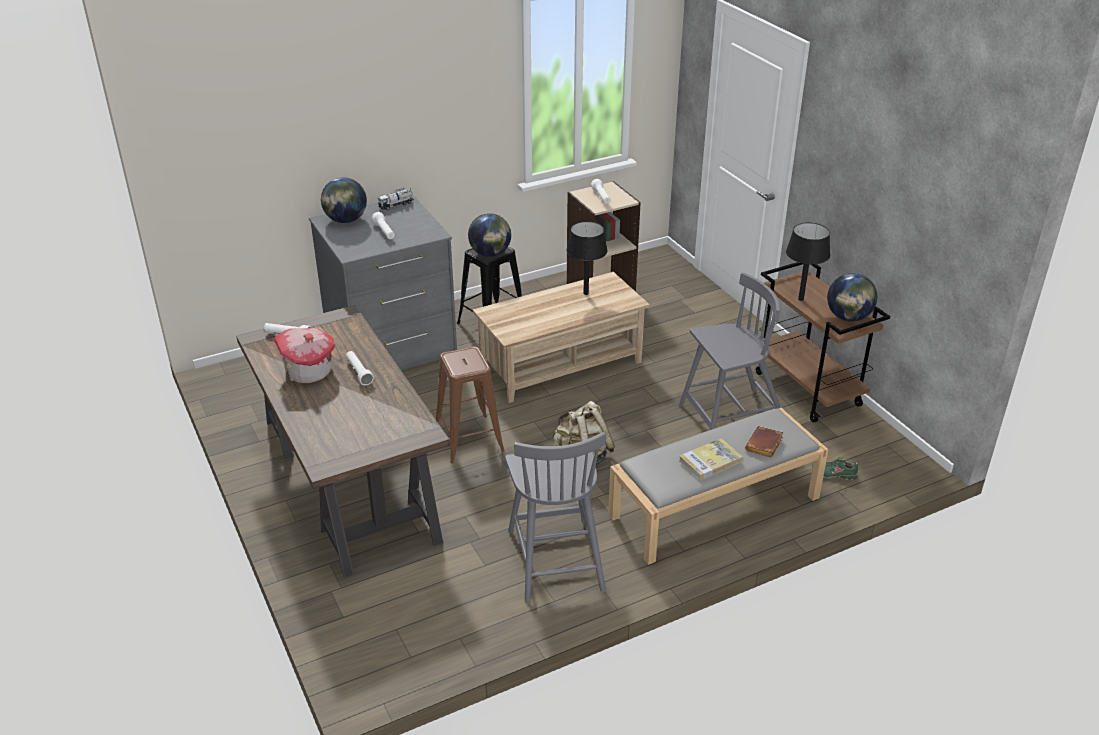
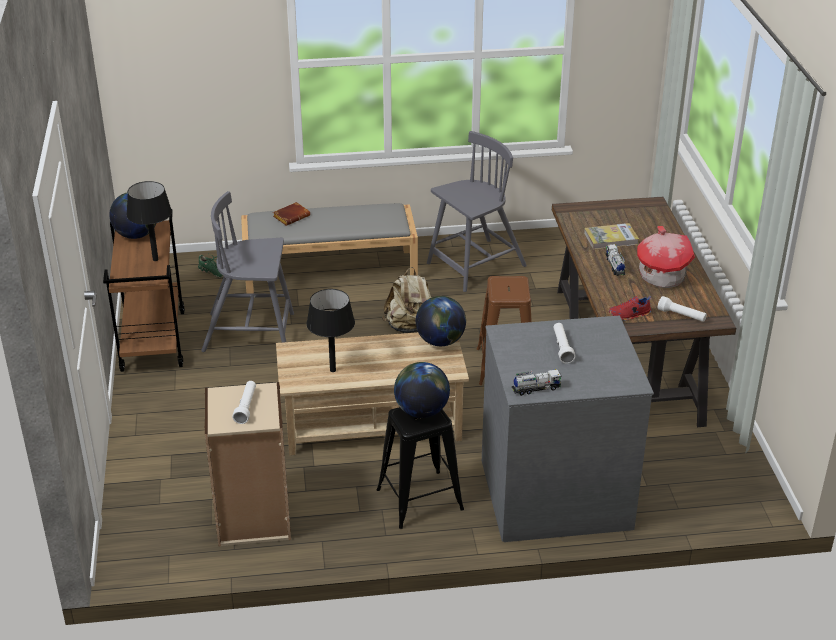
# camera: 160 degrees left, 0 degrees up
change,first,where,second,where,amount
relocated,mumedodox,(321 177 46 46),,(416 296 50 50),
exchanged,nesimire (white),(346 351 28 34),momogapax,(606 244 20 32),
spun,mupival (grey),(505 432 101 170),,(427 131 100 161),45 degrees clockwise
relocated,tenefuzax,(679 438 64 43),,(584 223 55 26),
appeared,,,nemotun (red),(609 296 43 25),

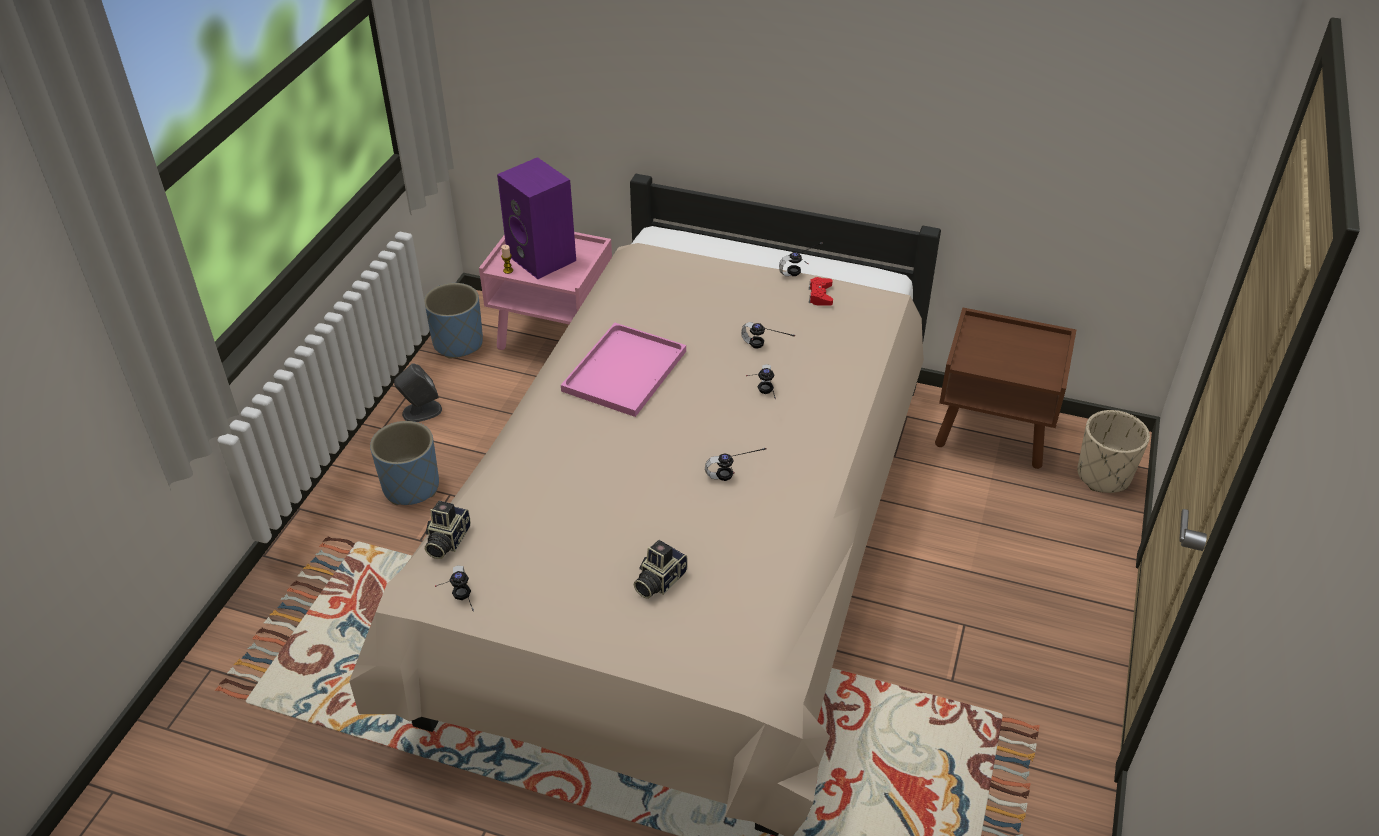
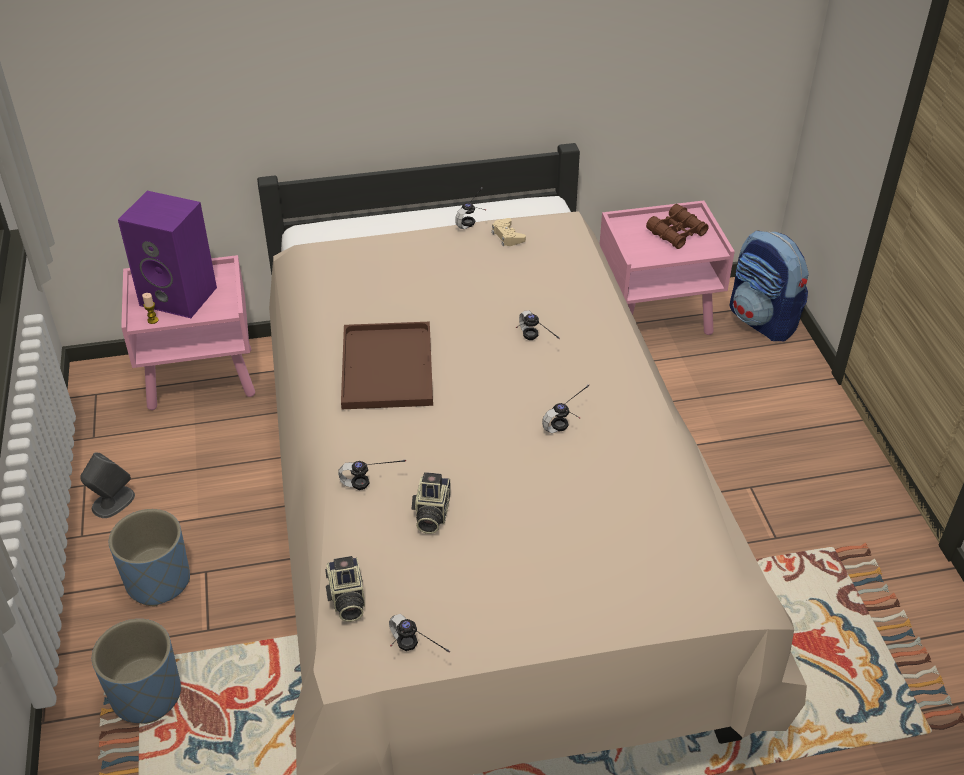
# camera: 30 degrees left, 0 degrees up
change,first,where,second,where,amount
relocated,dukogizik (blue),(424 283 59 76),,(92 619 89 105),
colour,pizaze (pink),(561 323 125 94),pizaze (brown),(341 322 92 87),
relocated,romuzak,(634 540 54 59),,(411 472 39 62),
relocated,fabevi,(741 322 54 27),,(338 460 68 30),
colour,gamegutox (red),(809 277 24 29),gamegutox (beige),(492 218 34 28),
colour,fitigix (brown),(935 308 141 161),fitigix (pink),(600 200 135 135),
exchanged,dukogizik (beige),(1077 410 73 83),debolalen,(730 230 79 111),
appeared,,,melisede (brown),(646 204 63 45),

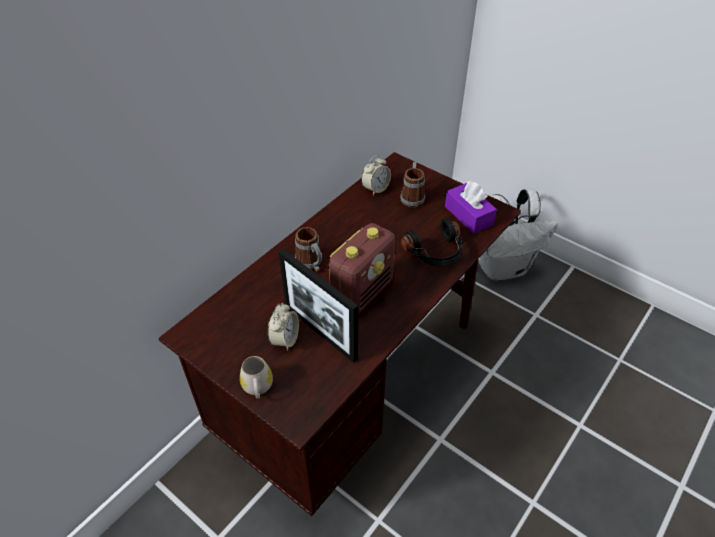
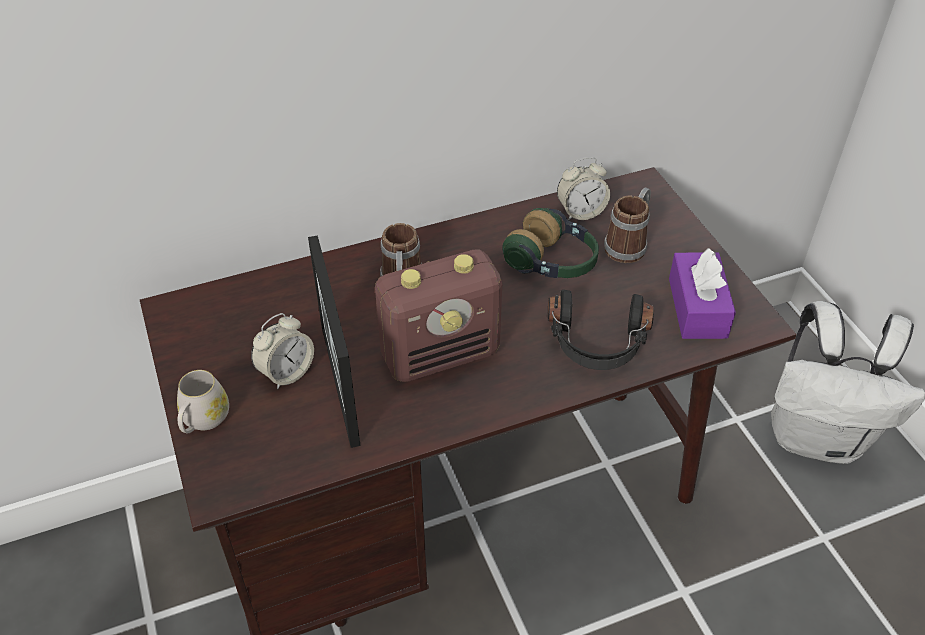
# camera: 30 degrees right, 0 degrees up
change,first,where,second,where,amount
appeared,,,fabevi,(502 208 97 70),

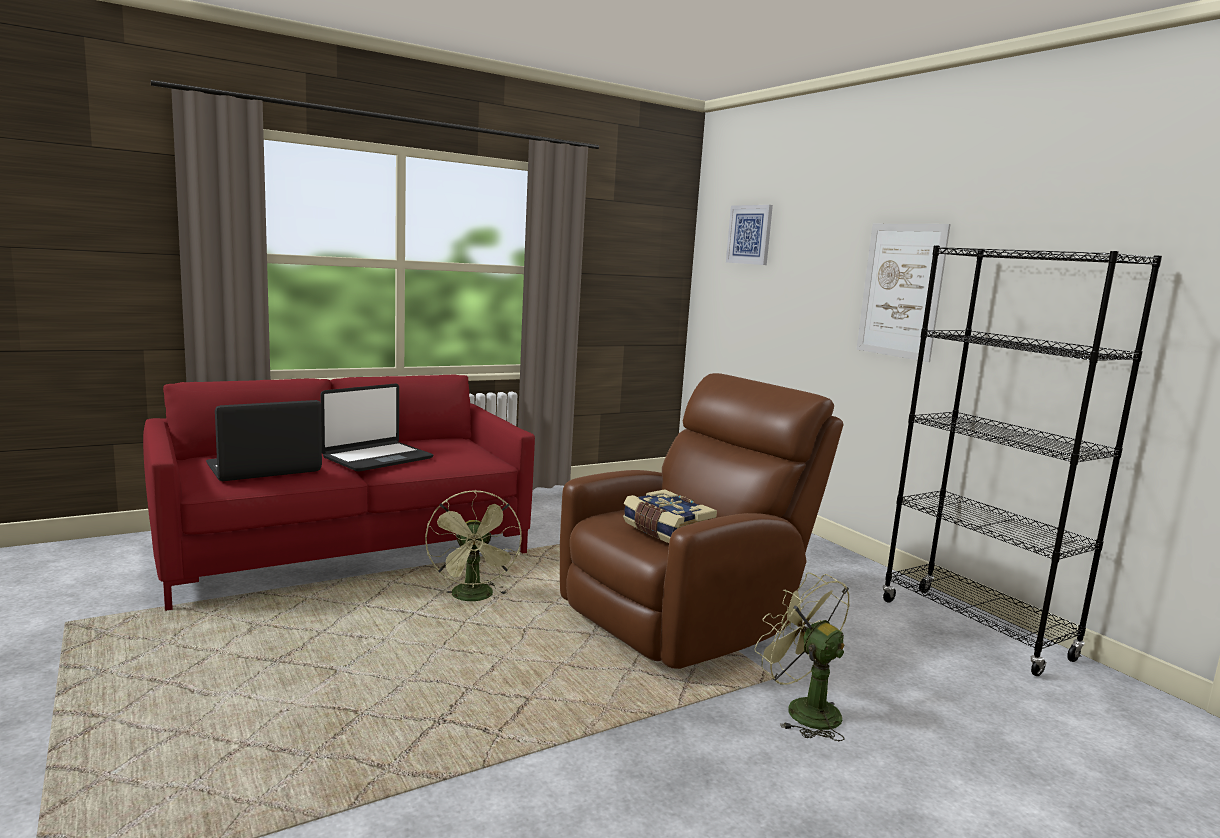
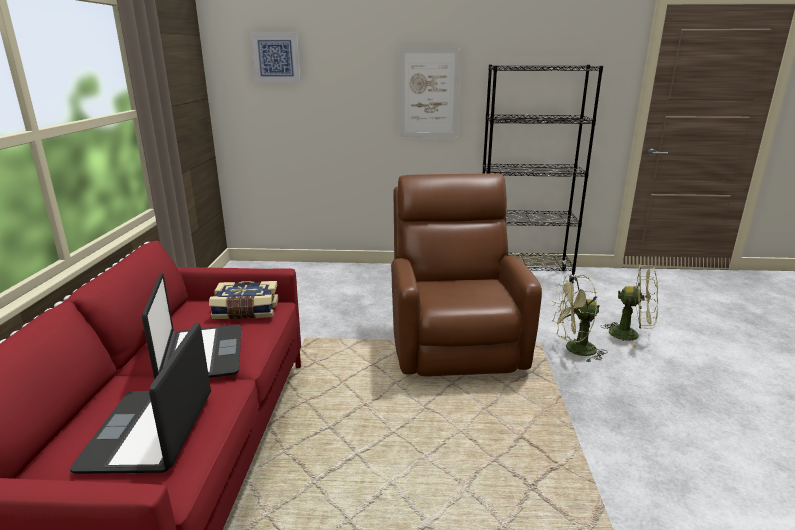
# camera: 55 degrees left, 10 degrees up
change,first,where,second,where,amount
relocated,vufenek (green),(425 490 97 111),,(600 264 58 83),
relocated,tenefuzax,(623 489 94 54),,(209 281 70 38),

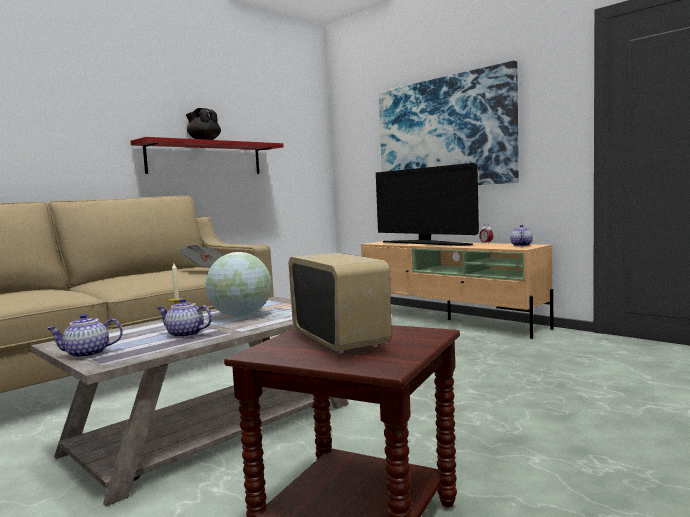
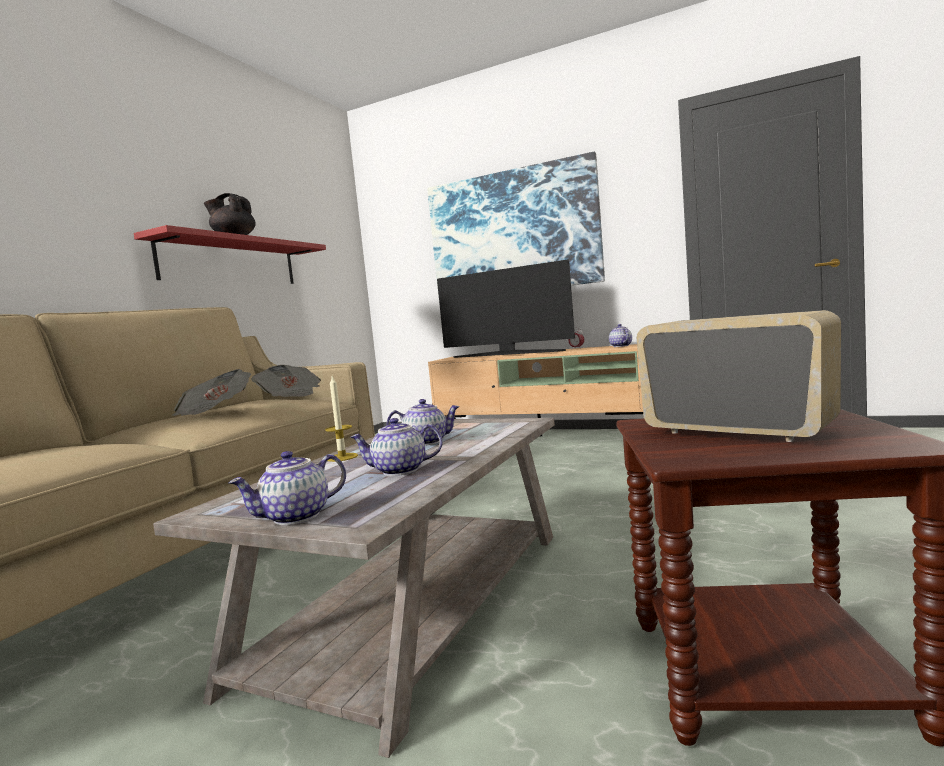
# camera: 20 degrees left, 0 degrees up
change,first,where,second,where,amount
exchanged,mumedodox,(206 252 66 65),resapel,(387 399 73 47),
appeared,,,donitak,(172 369 79 47),

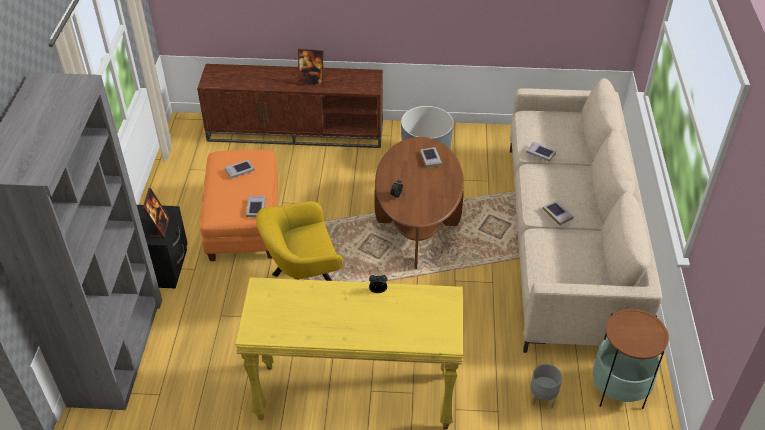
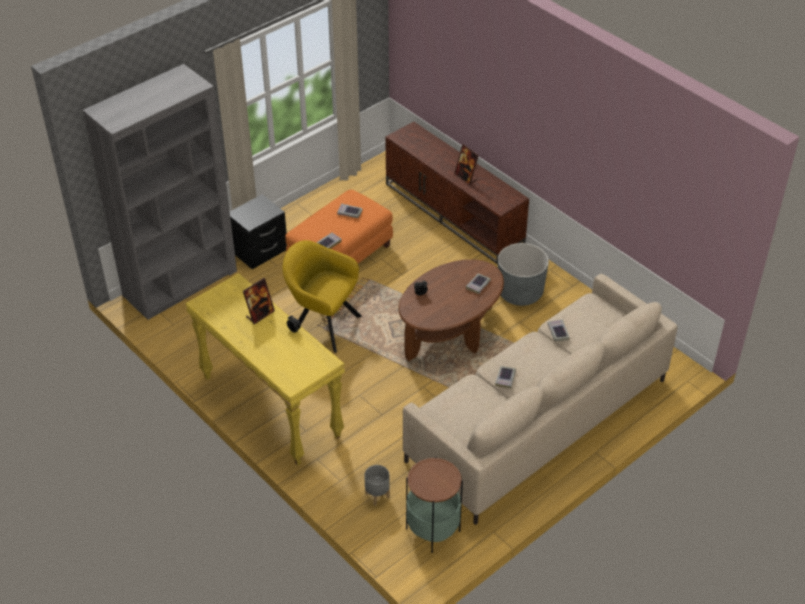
# camera: 45 degrees right, 0 degrees up
change,first,where,second,where,amount
relocated,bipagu,(143 188 27 51),,(243 278 32 46),

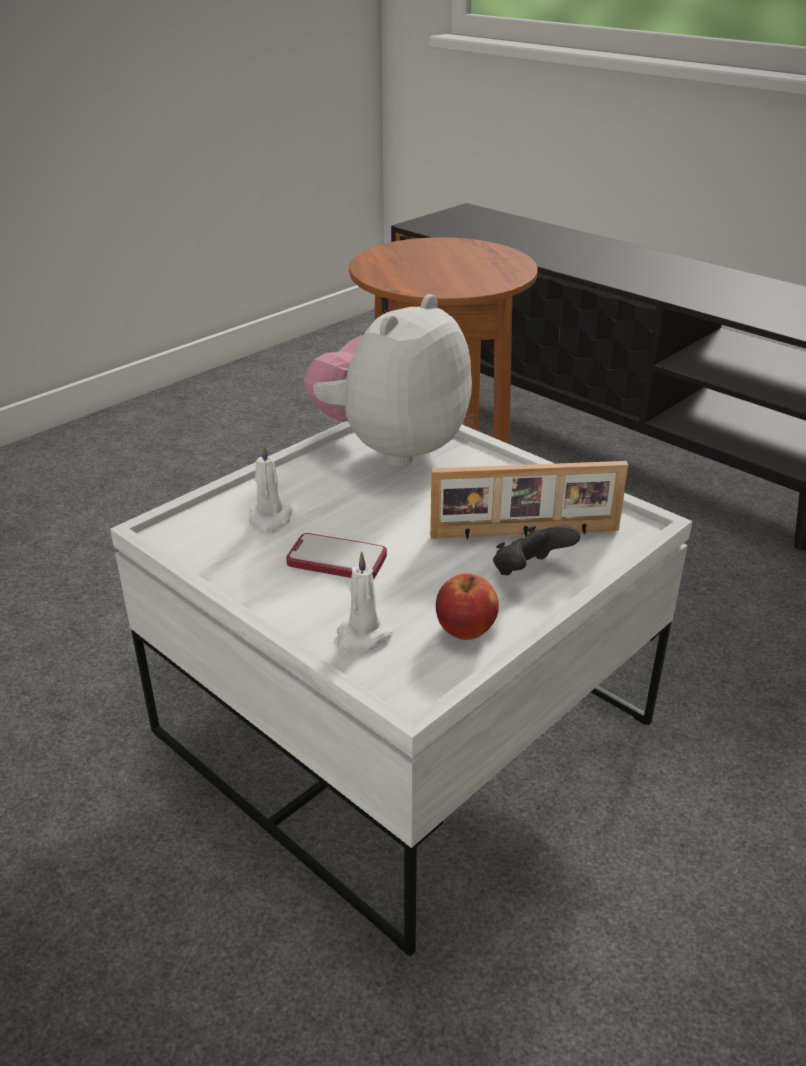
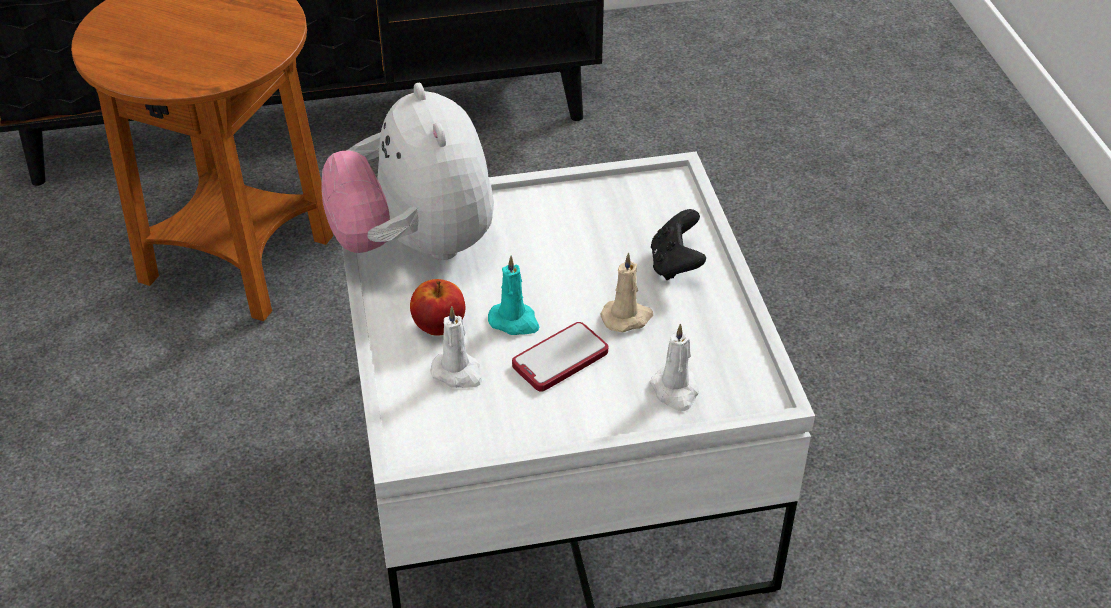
# camera: 55 degrees left, 10 degrees up
change,first,where,second,where,amount
missing,bipagu,(430 461 198 78),,,
relocated,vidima,(436 573 63 67),,(410 279 55 57),
appeared,,,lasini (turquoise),(488 256 51 79),
appeared,,,lasini (beige),(600 253 53 79),

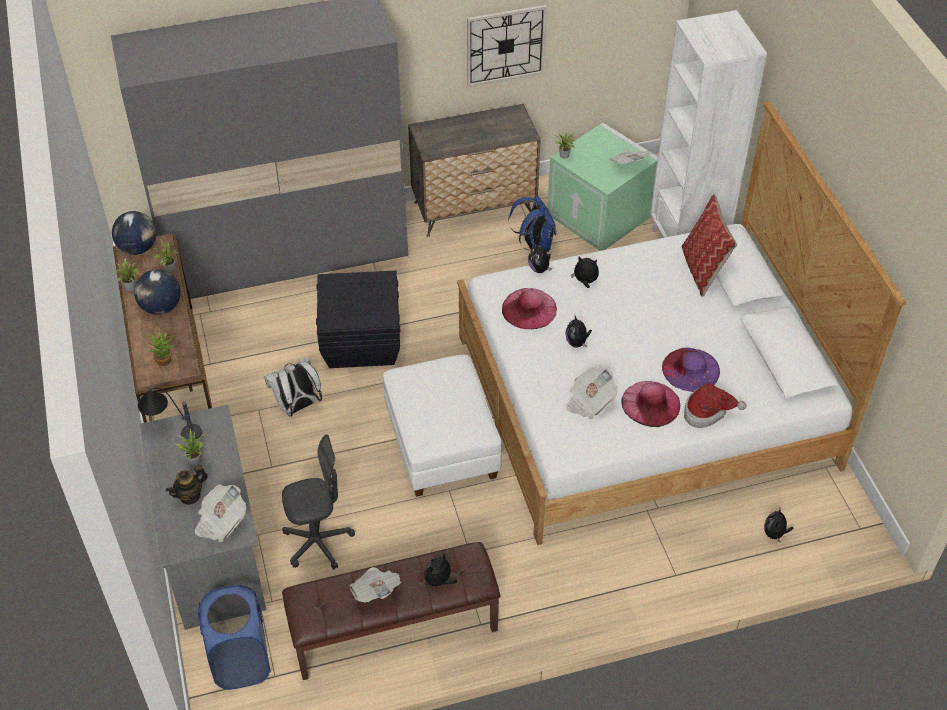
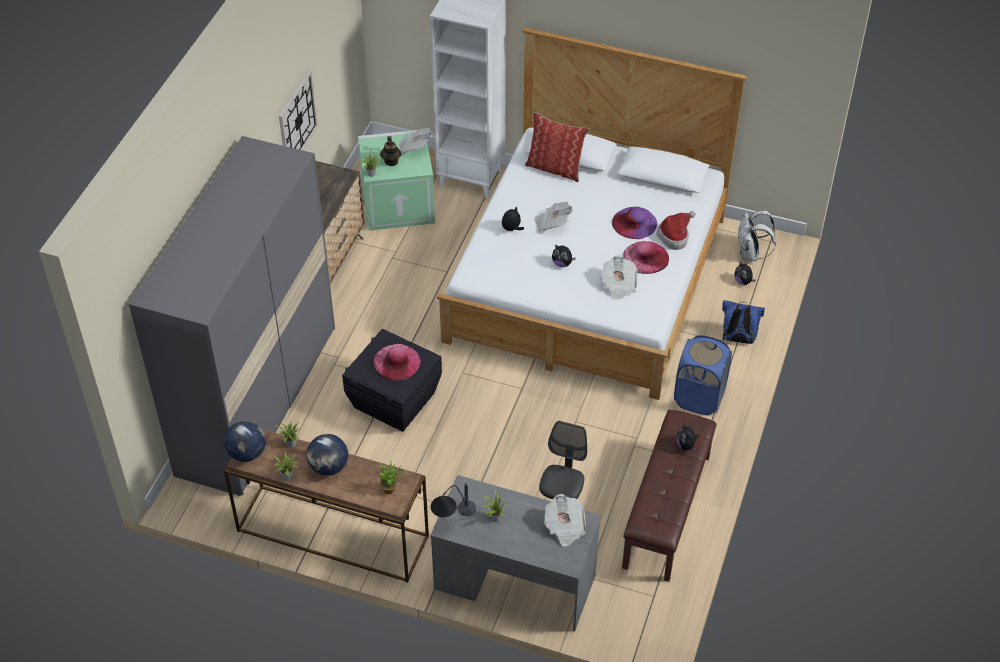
# camera: 55 degrees left, 0 degrees up
change,first,where,second,where,amount
relocated,resapel,(166 466 42 39),,(380 136 22 30),
relocated,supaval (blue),(198 585 73 105),,(674 335 58 80),
relocated,debolalen (white),(264 357 58 60),,(737 210 39 51),
relocated,donitak,(349 567 52 35),,(534 202 39 29),
missing,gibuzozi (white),(383 355 119 142),,,
relocated,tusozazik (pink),(502 288 55 41),,(373 344 48 37),
relocated,debolalen (blue),(508 196 48 56),,(722 300 43 44),
missing,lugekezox,(528 242 24 31),,,

